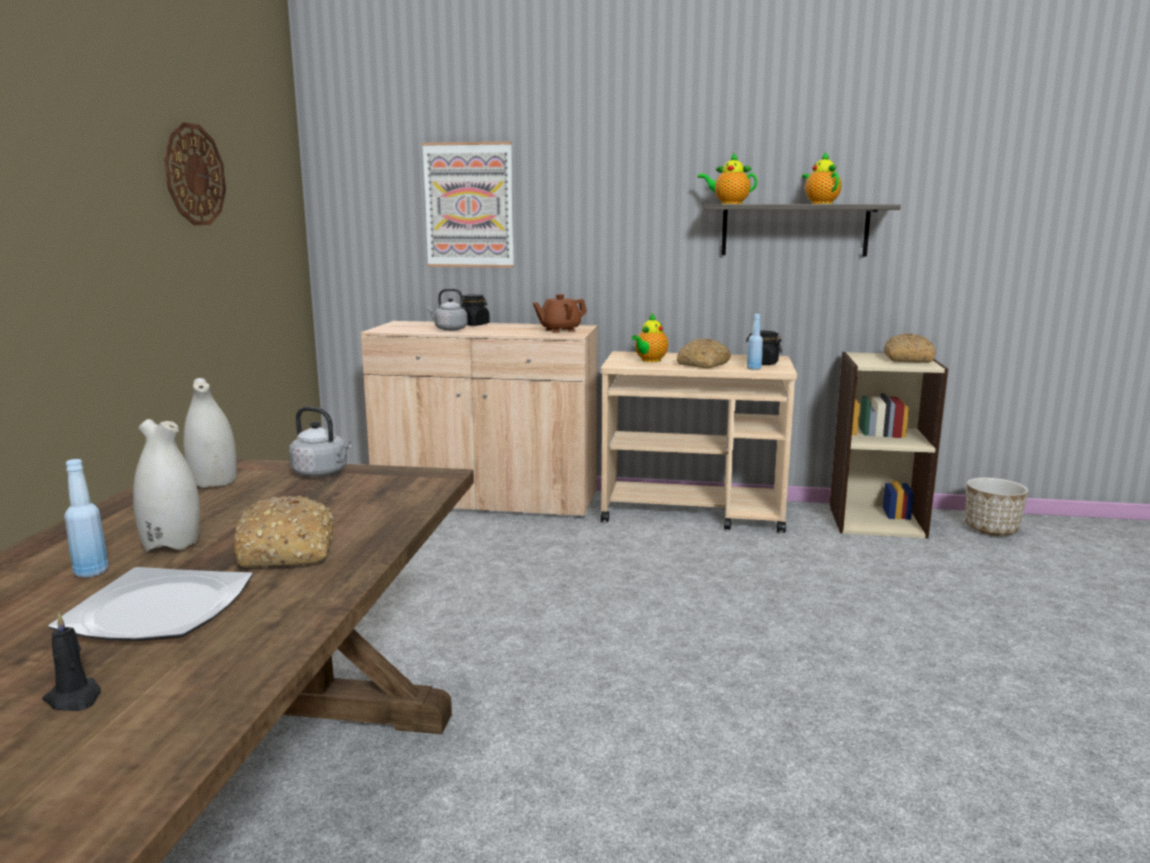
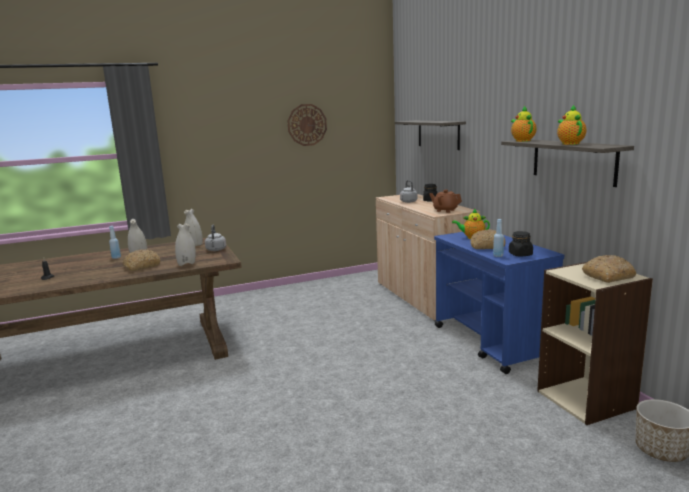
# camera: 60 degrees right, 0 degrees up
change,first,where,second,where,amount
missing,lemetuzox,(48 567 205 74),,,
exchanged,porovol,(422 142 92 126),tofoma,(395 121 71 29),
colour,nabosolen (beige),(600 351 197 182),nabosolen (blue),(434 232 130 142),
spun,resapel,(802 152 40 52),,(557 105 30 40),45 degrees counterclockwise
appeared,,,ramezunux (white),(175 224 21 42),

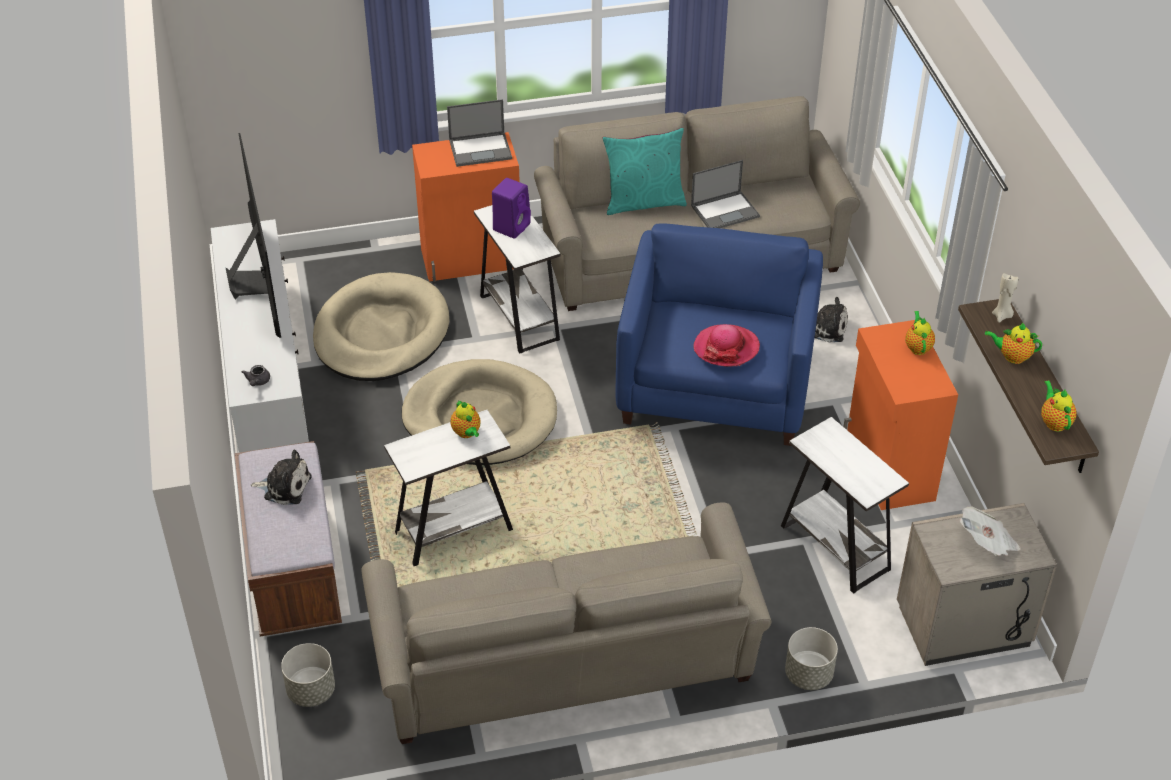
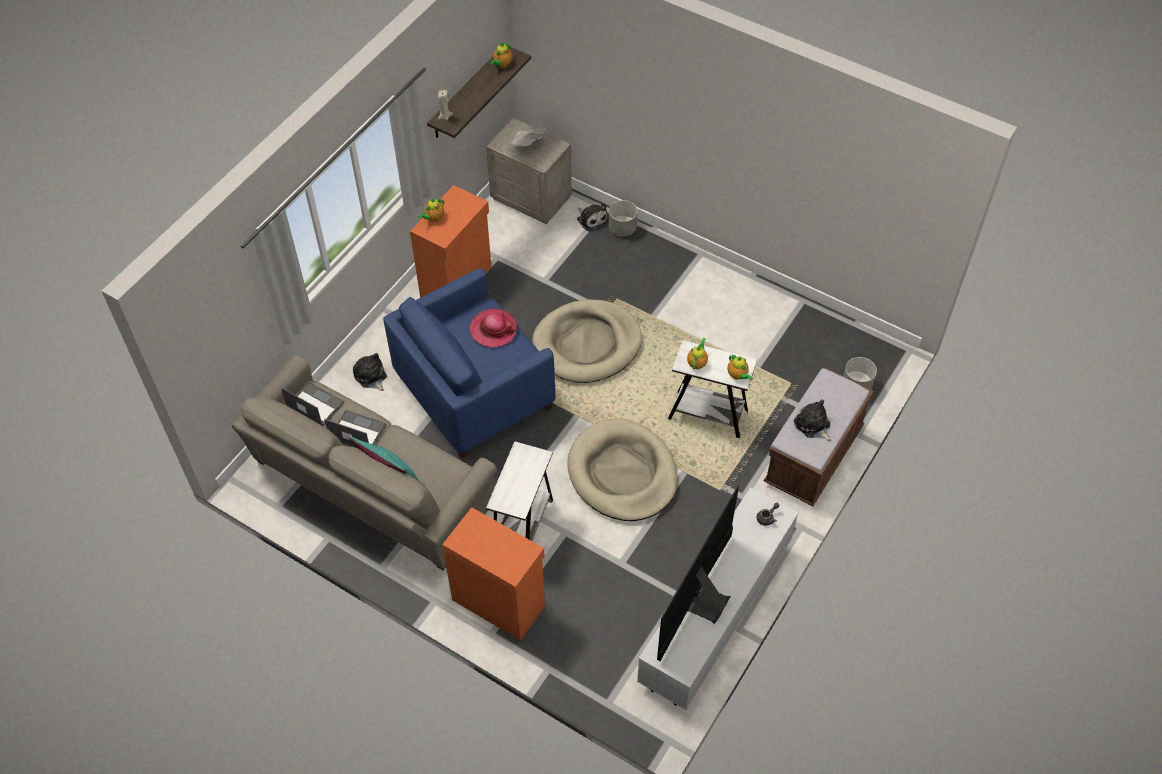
# camera: 135 degrees left, 10 degrees up
change,first,where,second,where,amount
relocated,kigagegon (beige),(313 272 137 109),,(532 299 110 84),
missing,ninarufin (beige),(361 502 410 242),,,
relocated,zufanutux,(447 99 65 68),,(281 382 64 44),
missing,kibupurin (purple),(492 178 39 61),,,
missing,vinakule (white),(781 417 128 177),,,
relocated,resapel,(985 323 57 41),,(727 355 26 26),
appeared,,,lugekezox,(577 203 31 28),

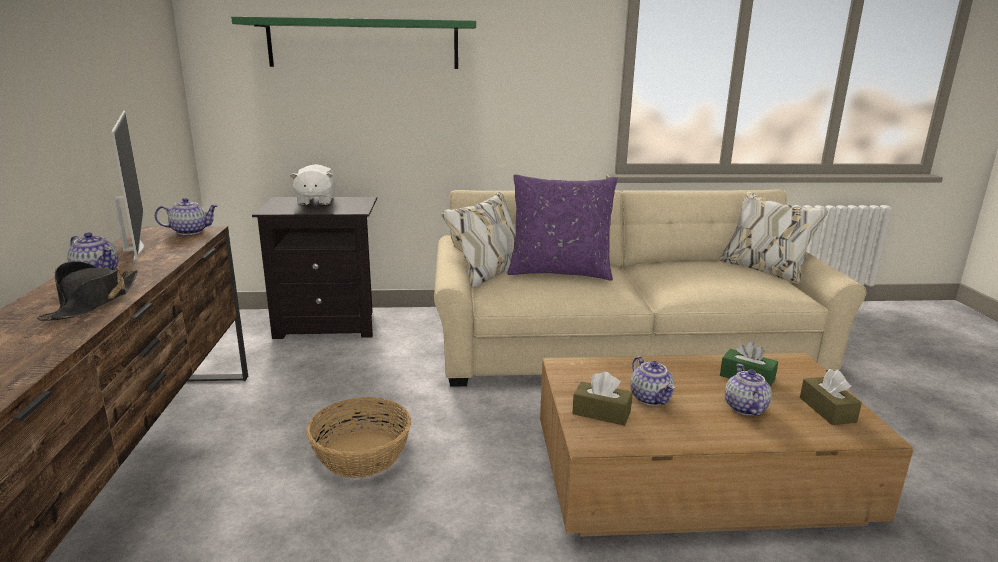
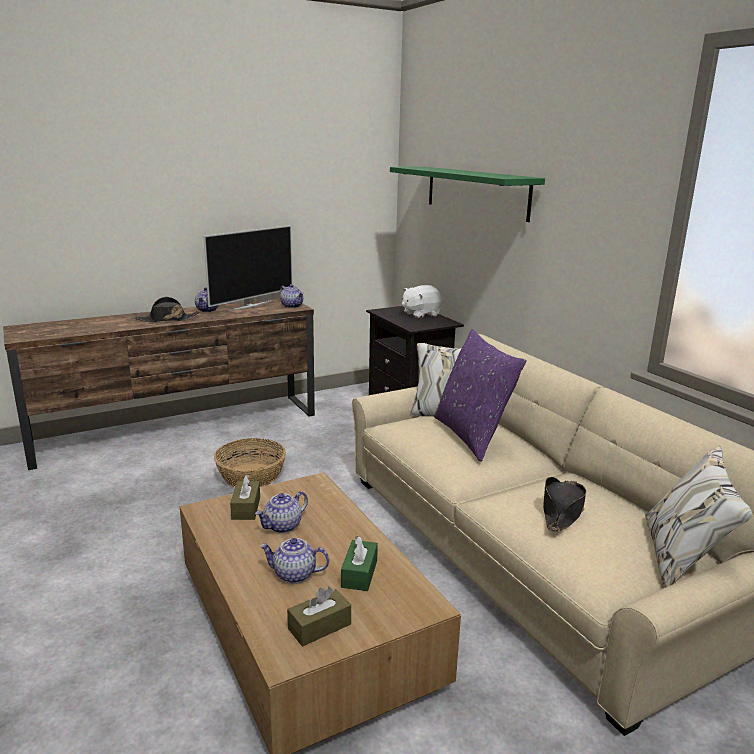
# camera: 65 degrees right, 0 degrees up
change,first,where,second,where,amount
spun,resapel,(725 364 47 52),,(260 538 69 45),150 degrees counterclockwise
appeared,,,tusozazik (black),(543 477 43 55),

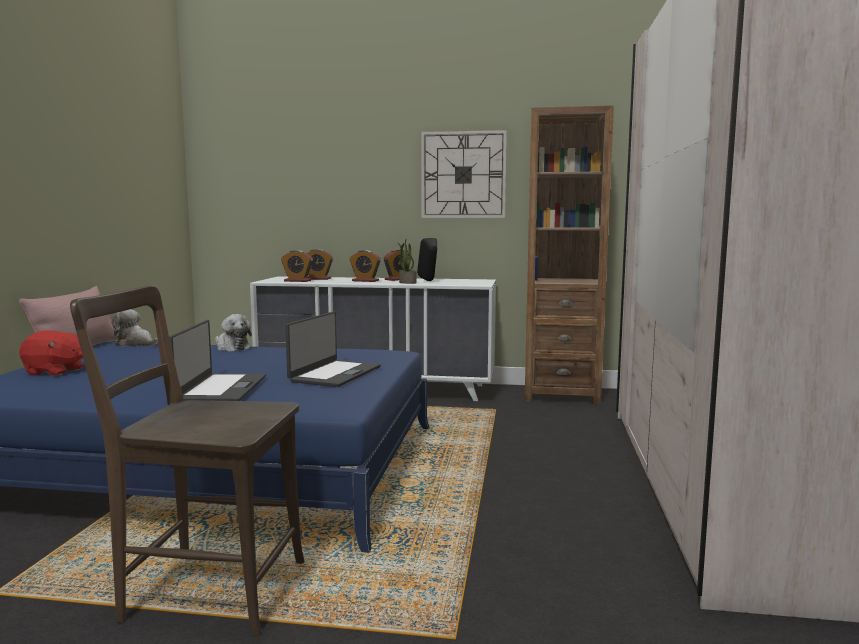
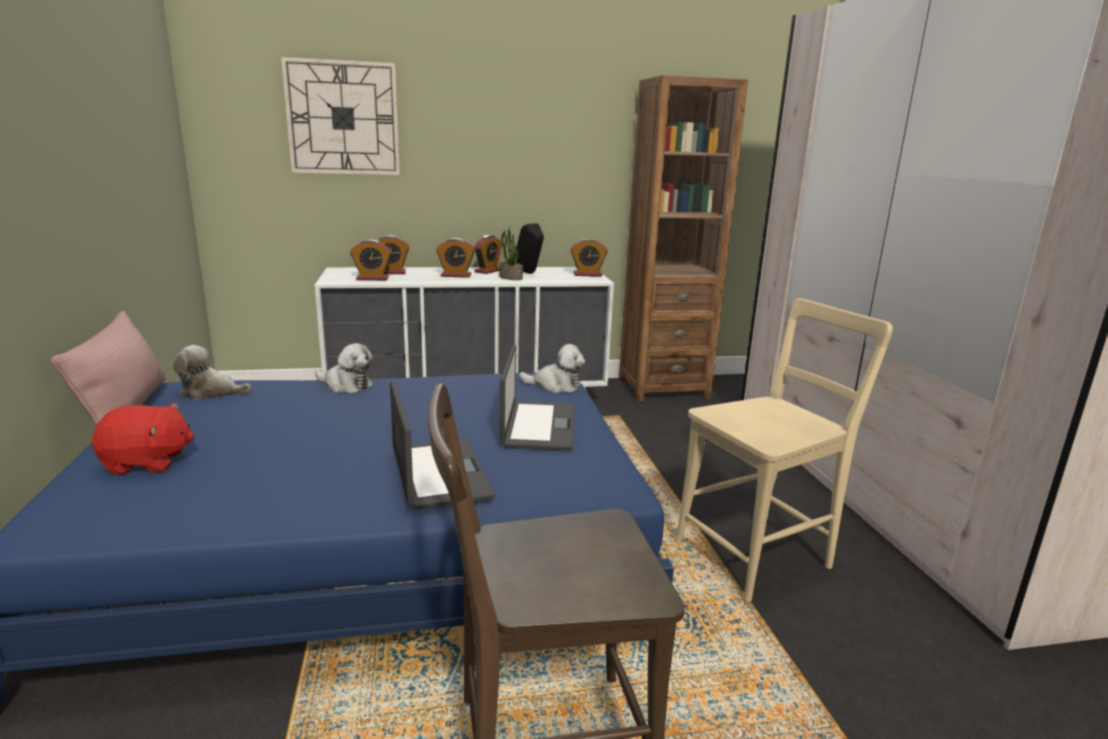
# camera: 20 degrees left, 10 degrees up
change,first,where,second,where,amount
relocated,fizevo,(421 130 86 88),,(281 57 119 118),
appeared,,,lugekezox,(519 344 66 49),
appeared,,,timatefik,(571 239 37 38),
appeared,,,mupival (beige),(674 298 219 304),

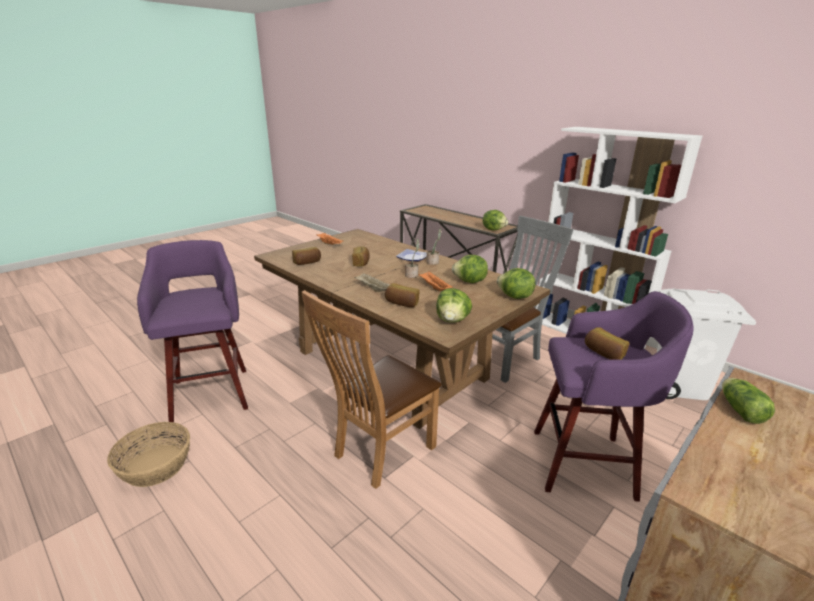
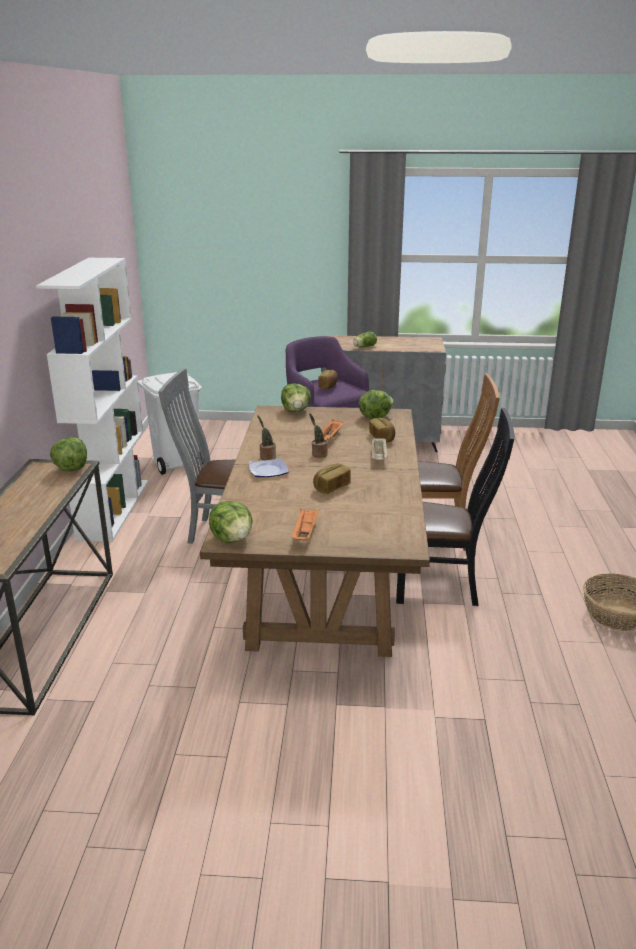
# camera: 130 degrees left, 0 degrees up
change,first,where,second,where,amount
missing,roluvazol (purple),(137 240 111 182),,,
missing,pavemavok,(292 247 29 18),,,
relocated,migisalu,(452 255 36 28),,(209 501 44 42),
appeared,,,mupival (black),(396 408 118 198),

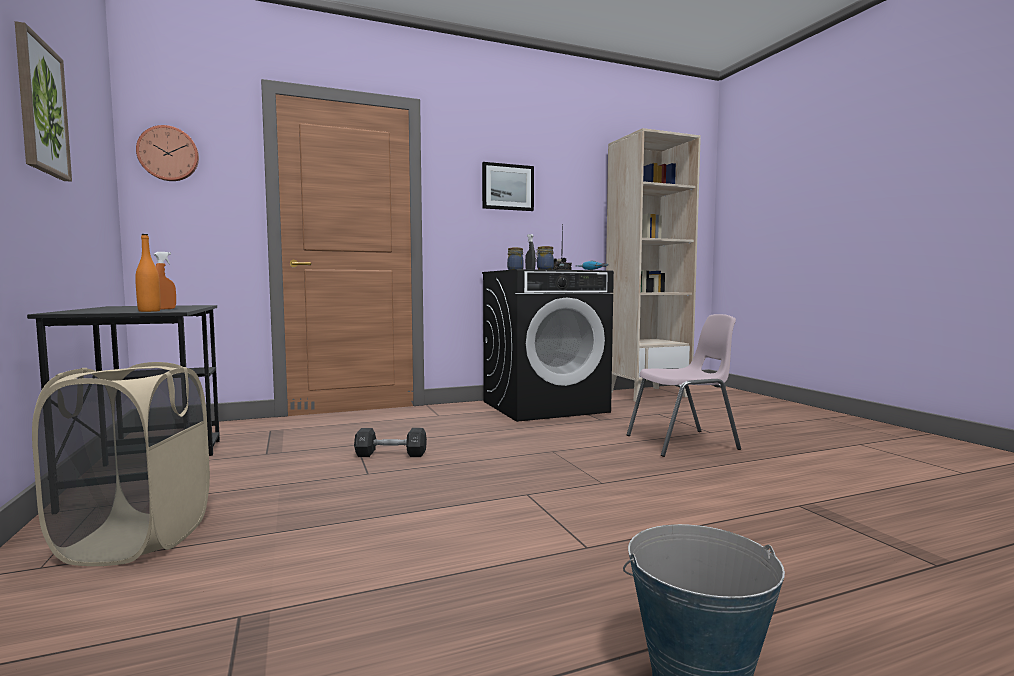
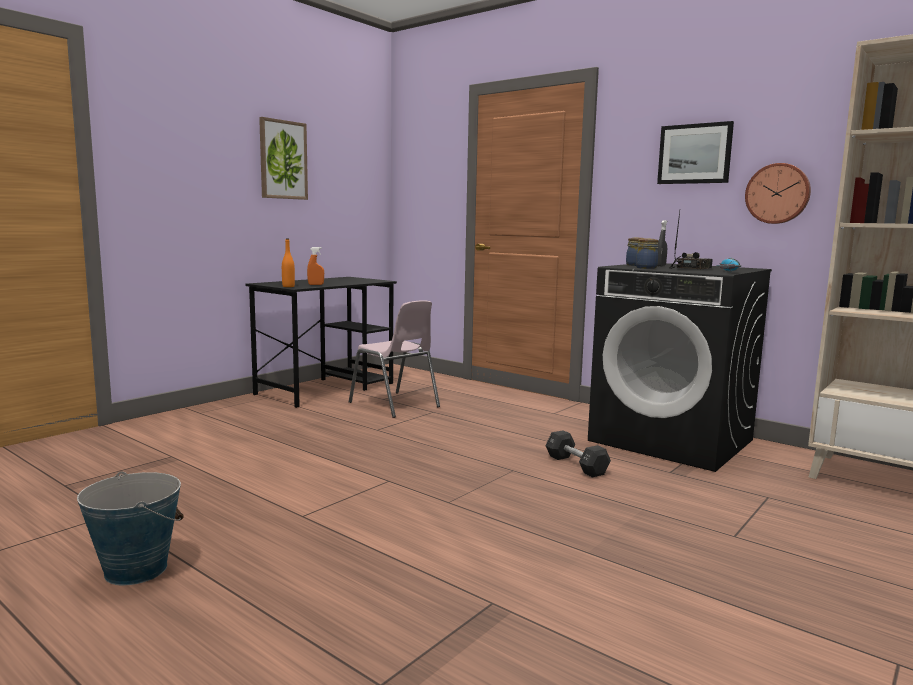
# camera: 60 degrees right, 5 degrees up
change,first,where,second,where,amount
missing,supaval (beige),(32 362 178 204),,,
relocated,fizevo,(136 125 63 56),,(745 163 66 61),
relocated,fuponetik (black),(354 428 73 29),,(545 430 66 47),
relocated,mupival (pink),(627 314 114 143),,(349 300 91 118),

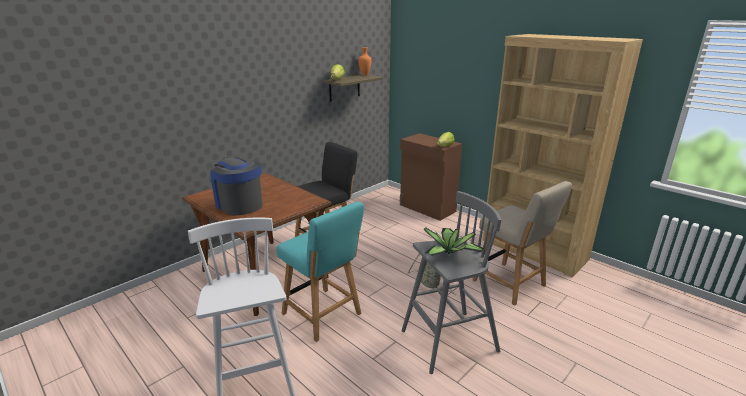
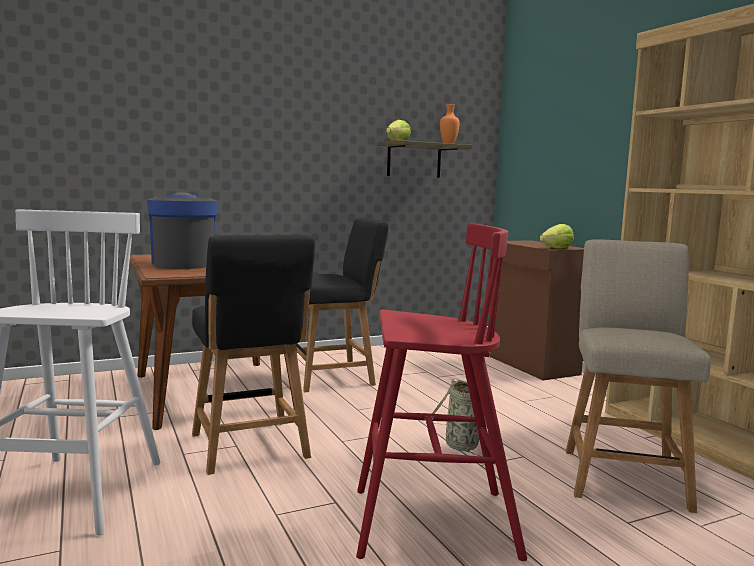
# camera: 20 degrees right, 15 degrees down
change,first,where,second,where,amount
colour,mupival (turquoise),(277 201 87 141),mupival (black),(192 235 123 240),
colour,roluvazol (grey),(402 191 99 183),roluvazol (red),(356 223 171 338),
missing,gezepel,(423 227 62 29),,,
spun,mupival (beige),(472 181 100 125),,(566 239 145 274),150 degrees counterclockwise

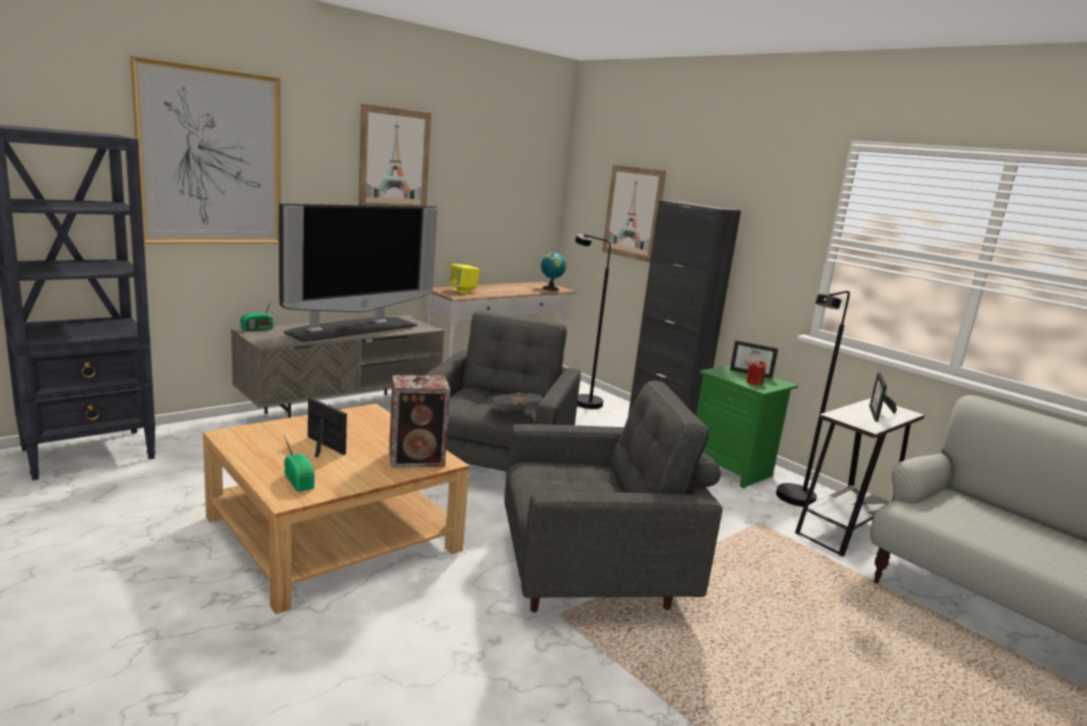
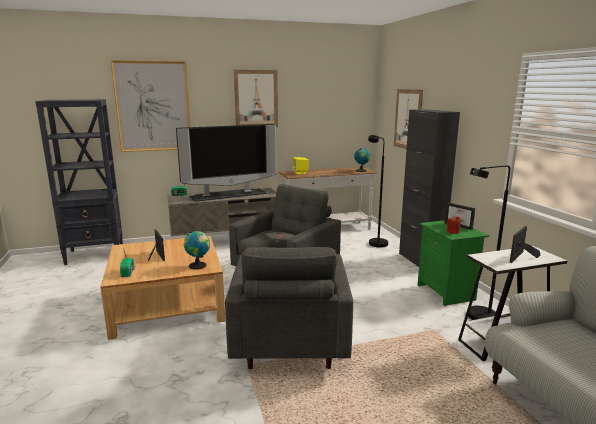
# camera: 25 degrees right, 0 degrees up
change,first,where,second,where,amount
exchanged,kibupurin,(389 375 61 93),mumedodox,(184 231 26 39),
spun,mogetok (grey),(505 381 217 231),,(225 247 128 122),75 degrees clockwise

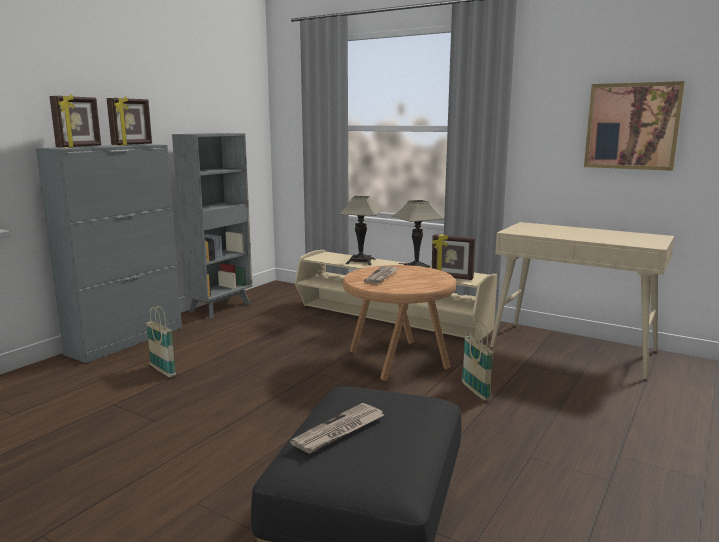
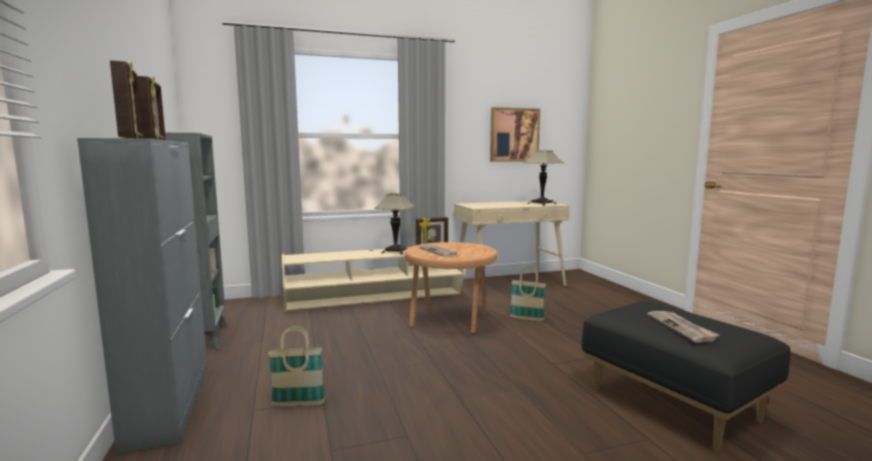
# camera: 50 degrees left, 5 degrees down
change,first,where,second,where,amount
relocated,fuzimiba,(339 196 43 69),,(523 150 41 56),

